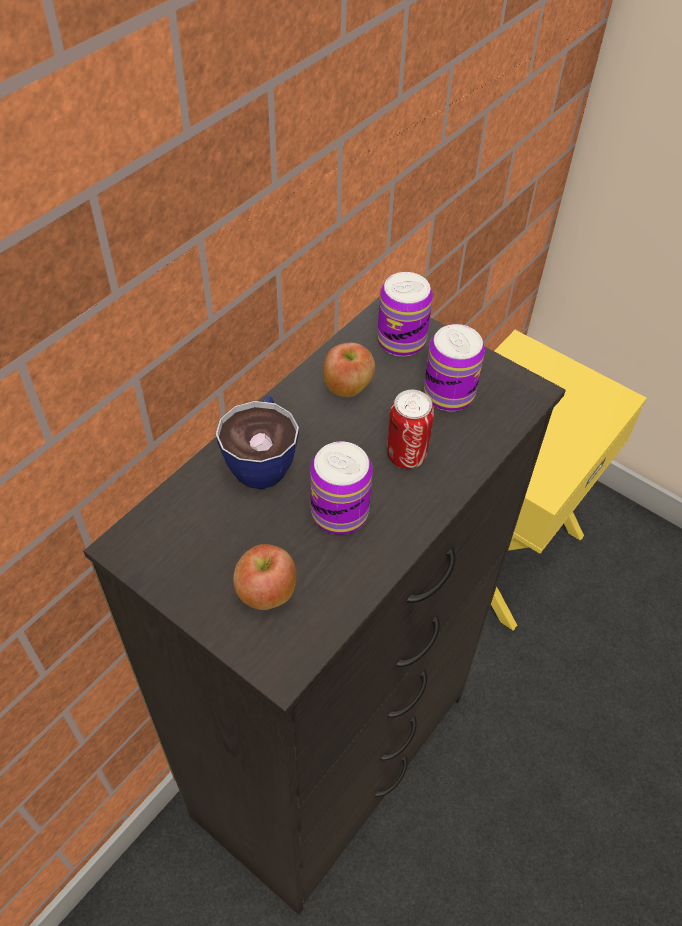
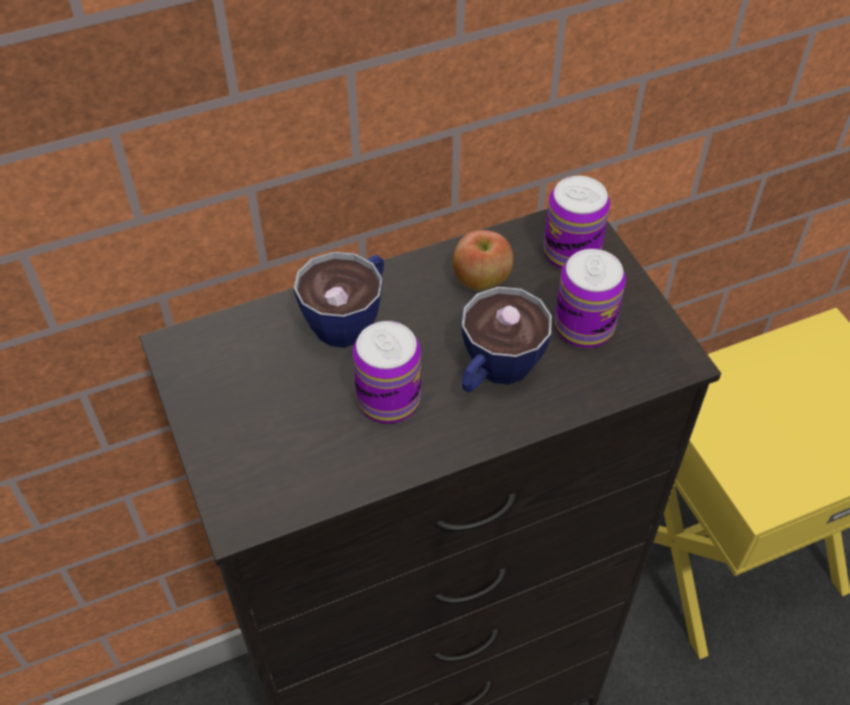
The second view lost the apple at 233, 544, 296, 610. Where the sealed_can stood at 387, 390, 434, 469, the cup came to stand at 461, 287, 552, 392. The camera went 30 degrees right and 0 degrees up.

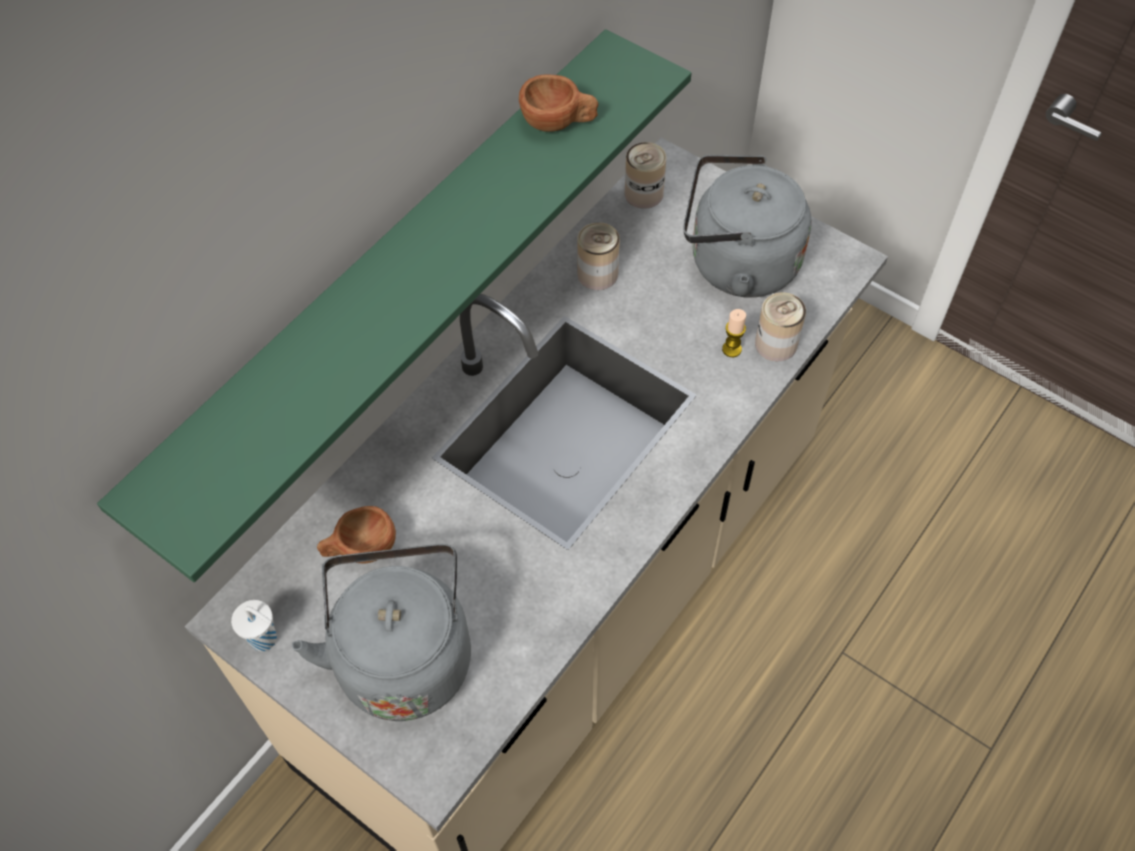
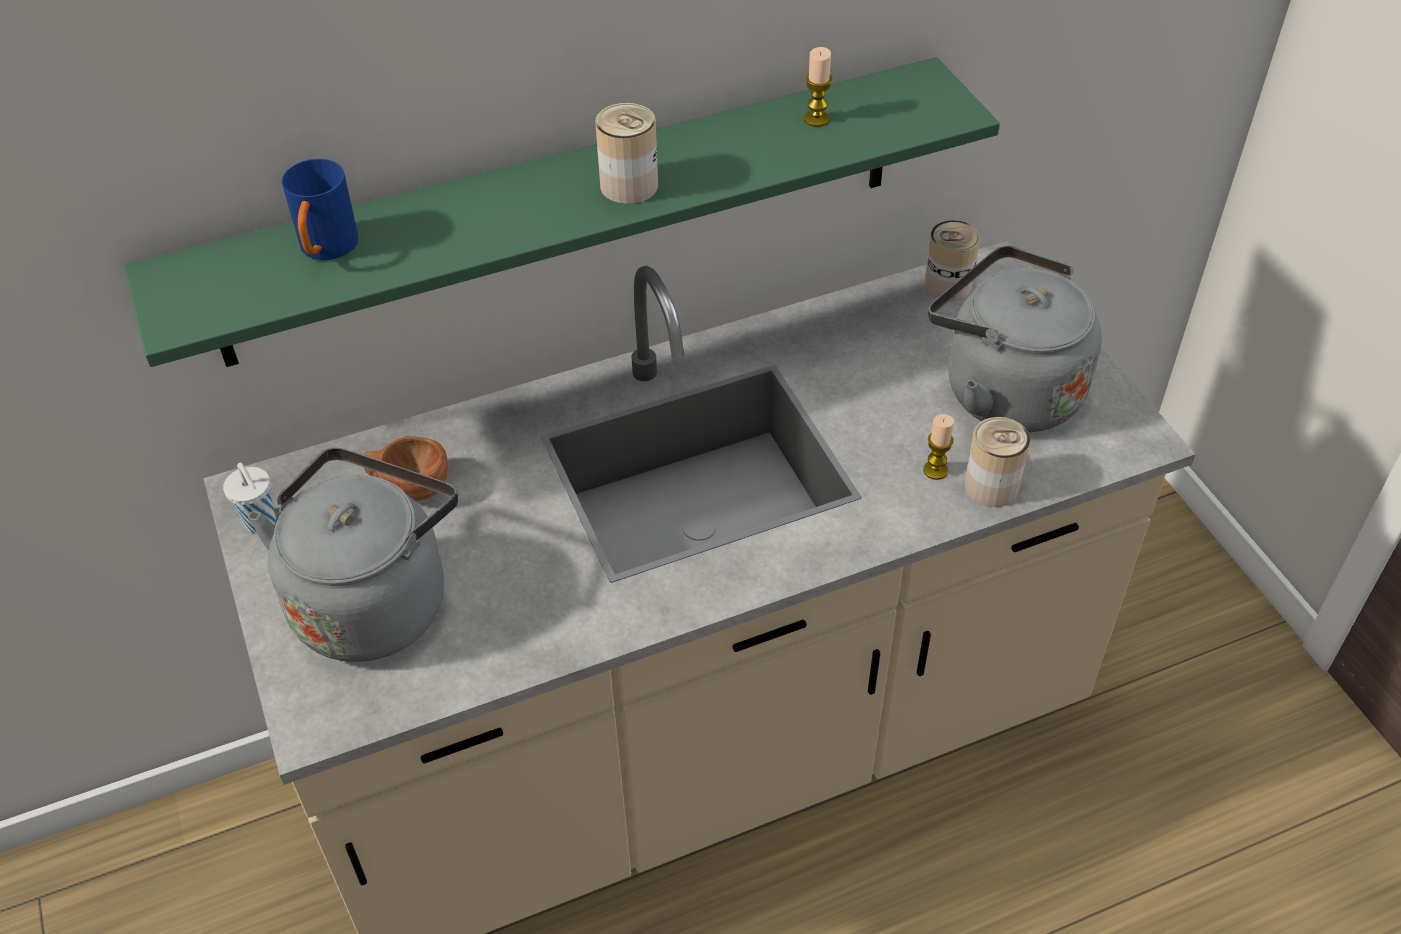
The second view gained the blue_mug at 282, 159, 358, 260. The sealed_can ended up elsewhere, having gone from 577, 222, 620, 290 to 595, 103, 658, 204. Where the brown-coloured_cup stood at 519, 74, 598, 132, the candle came to stand at 804, 47, 832, 127. The camera went 30 degrees right and 10 degrees down.

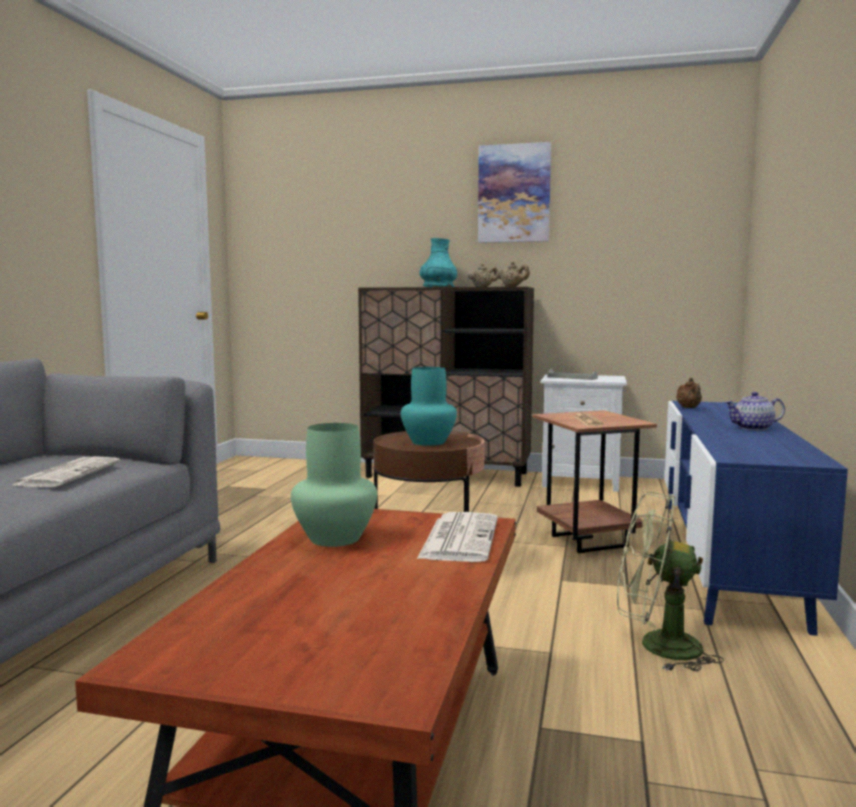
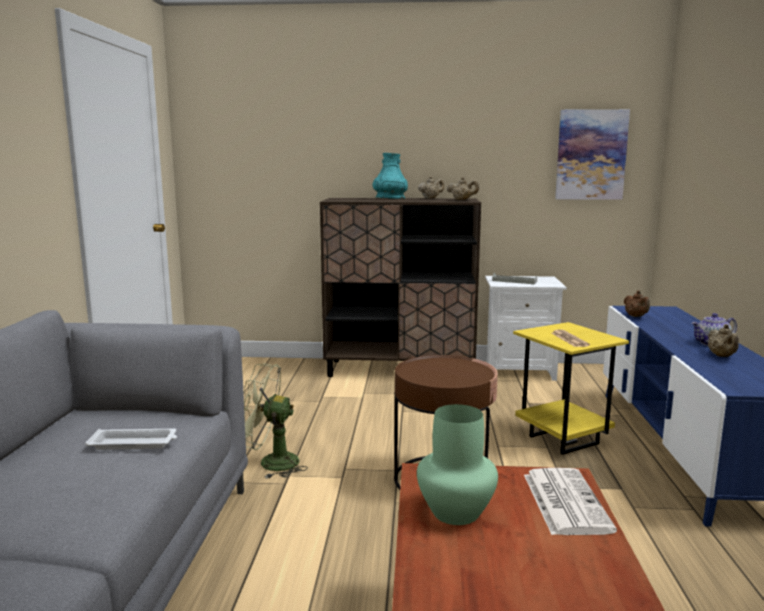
The second view lost the blue-green_flower_vase at 401, 367, 457, 446. The second view gained the beige-coloured_pot_for_tea at 708, 324, 739, 357. The wall_art ended up elsewhere, having gone from 478, 142, 551, 243 to 555, 109, 630, 200. The green_electric_fan ended up elsewhere, having gone from 617, 492, 724, 671 to 244, 363, 308, 479. Where the daily_paper stood at 13, 456, 120, 487, the white-coloured_tray came to stand at 85, 429, 177, 449. What was the brown-coloured_accent_table at 533, 410, 657, 553 turned into the yellowish_accent_table at 513, 322, 629, 455. The camera went 10 degrees left and 5 degrees up.

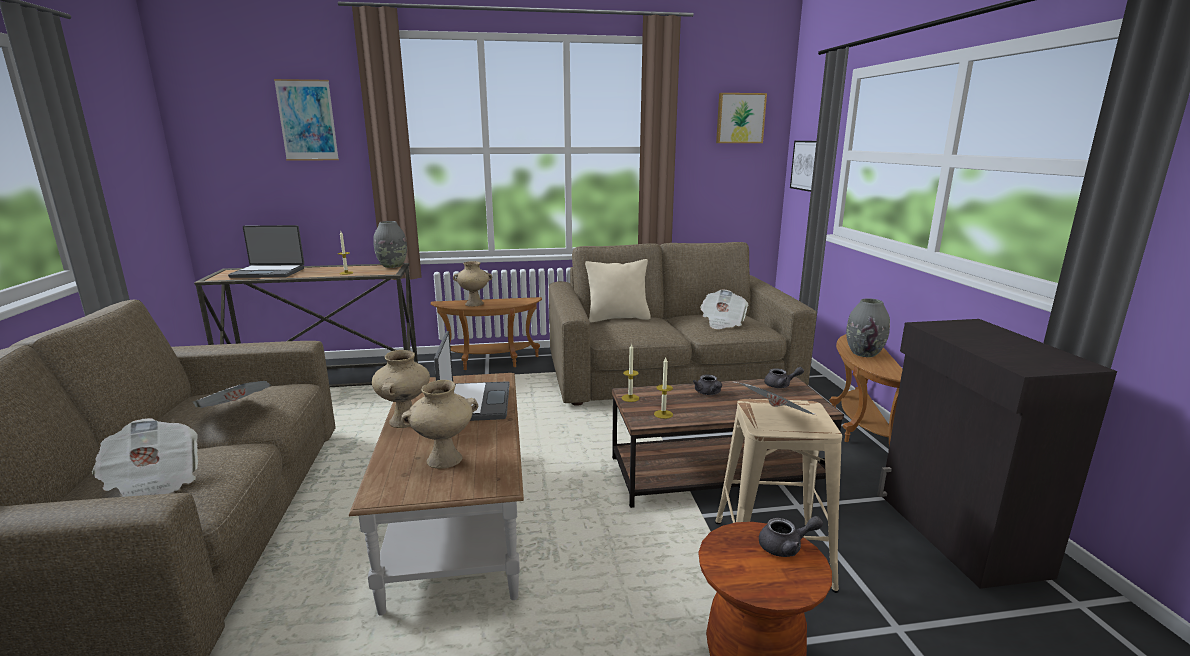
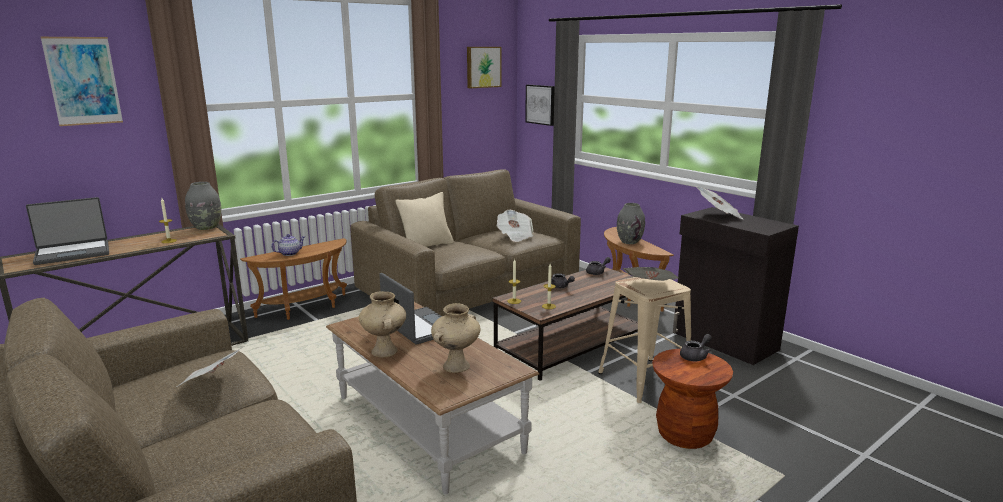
The daily_paper ended up elsewhere, having gone from 92, 418, 198, 497 to 695, 186, 743, 219. Where the beige-coloured_flower_vase stood at 453, 261, 492, 306, the pot_for_tea came to stand at 271, 234, 305, 256. The camera went 30 degrees left and 0 degrees up.

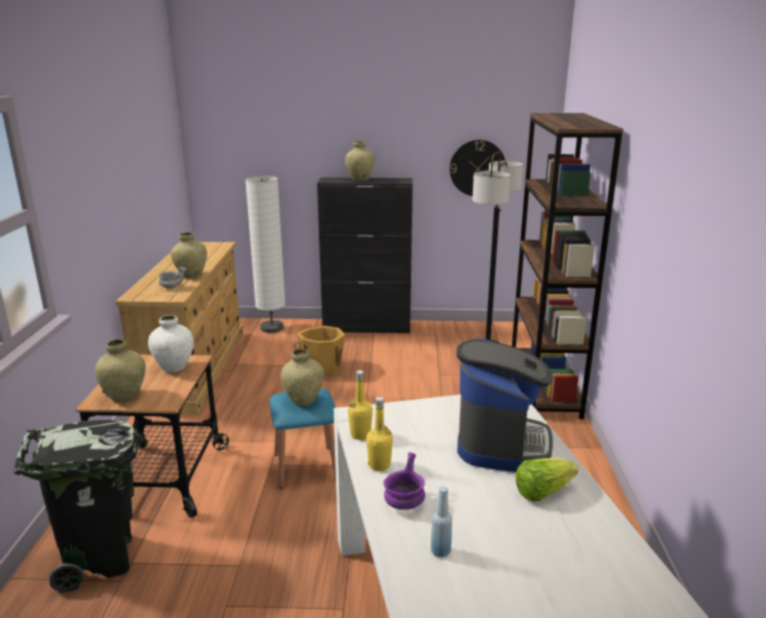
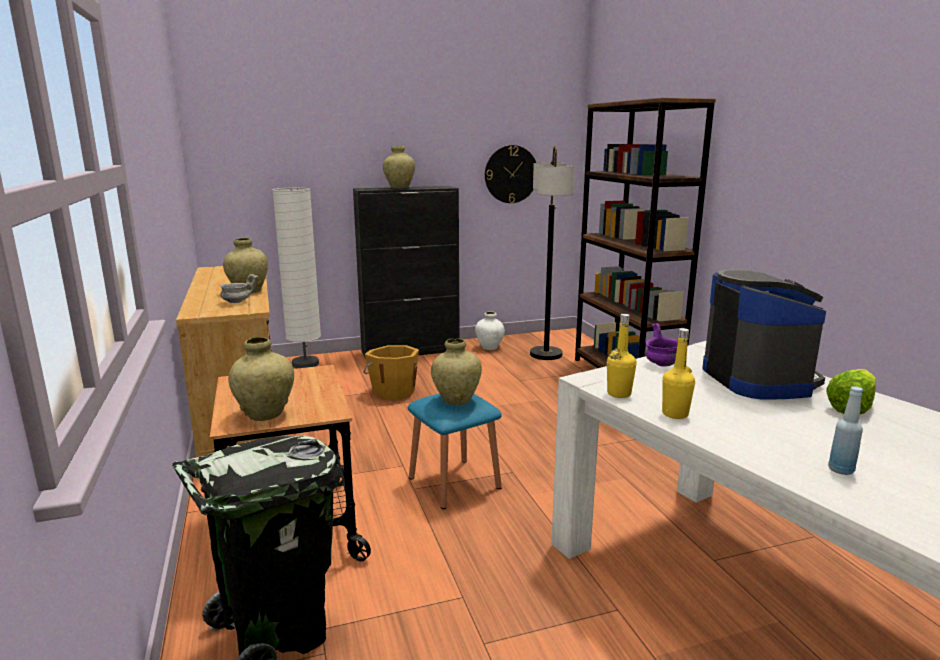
The white-coloured_flower_vase ended up elsewhere, having gone from 148, 315, 194, 372 to 475, 312, 505, 350. The purplish_deep_dish ended up elsewhere, having gone from 383, 452, 425, 510 to 646, 323, 678, 367. The camera went 20 degrees left and 5 degrees down.

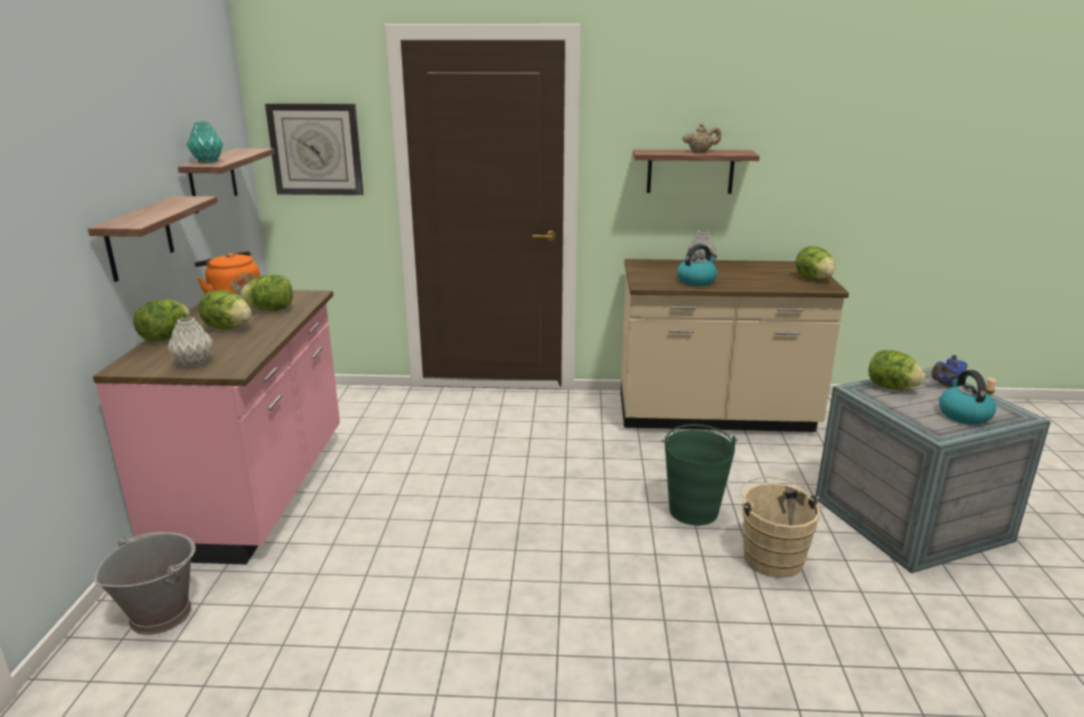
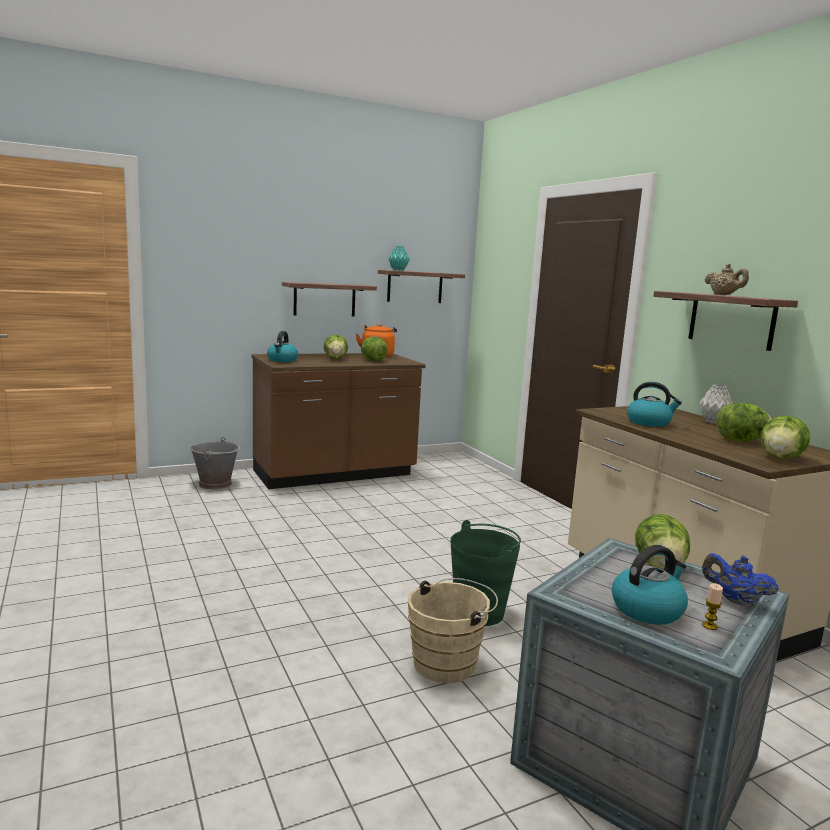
The second view lost the clock_on_the_wall at 265, 103, 364, 195. The lettuce ended up elsewhere, having gone from 133, 299, 190, 342 to 716, 403, 772, 442. Where the greyish_flower_vase stood at 168, 317, 213, 368, the kettle came to stand at 267, 331, 298, 362. What was the pinkish_counter at 93, 290, 340, 565 turned into the brown-coloured_counter at 252, 353, 426, 489. The camera went 60 degrees right and 10 degrees down.

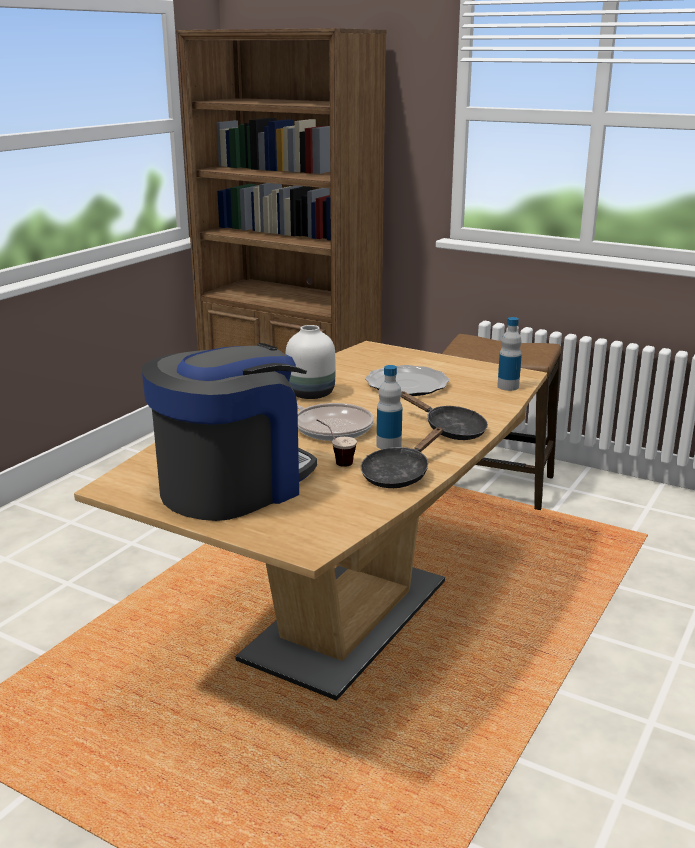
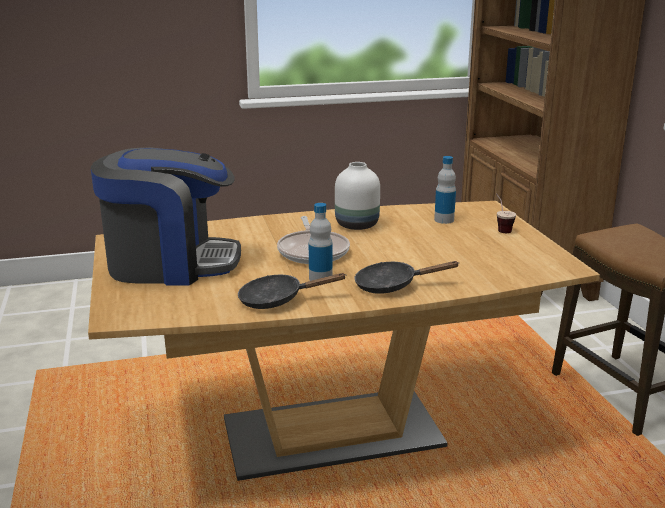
The second view lost the dinner_plate at 365, 365, 450, 396. The cup ended up elsewhere, having gone from 316, 419, 357, 467 to 496, 193, 516, 233. The beverage_bottle ended up elsewhere, having gone from 497, 317, 522, 391 to 434, 156, 456, 224. The blackish_frying_pan at 401, 391, 488, 440 ended up facing another way, 90 degrees clockwise from before. The camera went 45 degrees right and 0 degrees up.

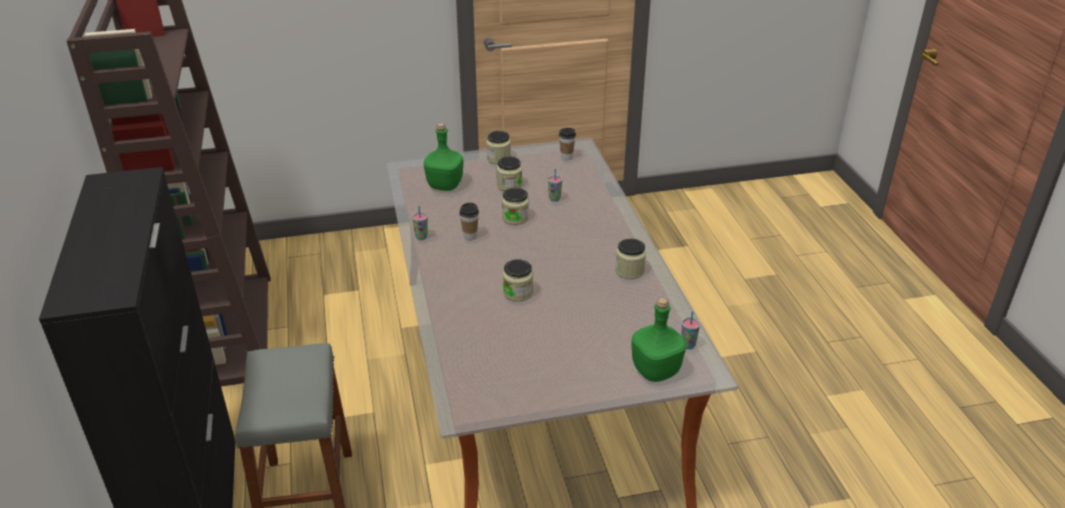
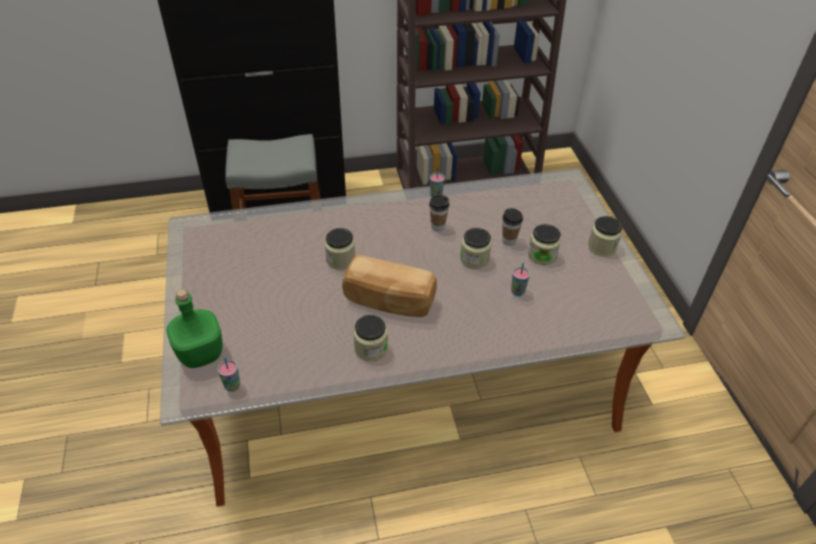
The second view lost the green_beverage_bottle at 424, 123, 464, 191. The second view gained the bread at 342, 255, 437, 317. The cup ended up elsewhere, having gone from 559, 128, 576, 160 to 502, 208, 523, 246. The camera went 90 degrees right and 10 degrees up.

